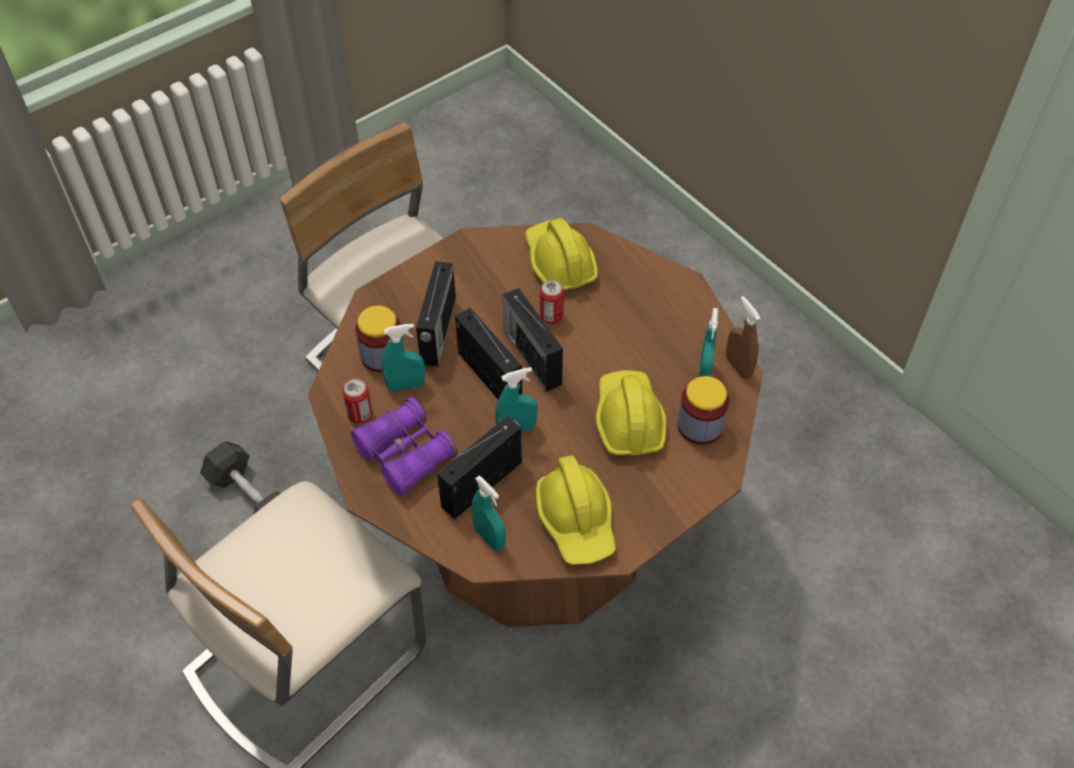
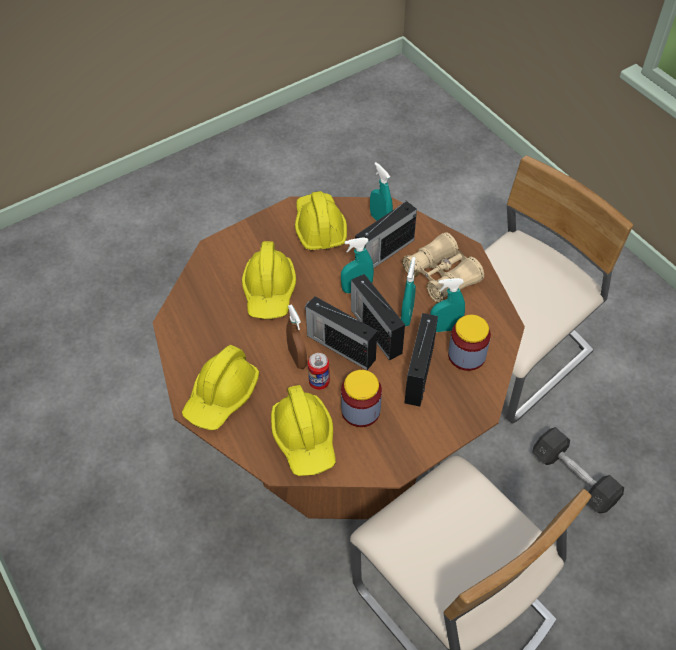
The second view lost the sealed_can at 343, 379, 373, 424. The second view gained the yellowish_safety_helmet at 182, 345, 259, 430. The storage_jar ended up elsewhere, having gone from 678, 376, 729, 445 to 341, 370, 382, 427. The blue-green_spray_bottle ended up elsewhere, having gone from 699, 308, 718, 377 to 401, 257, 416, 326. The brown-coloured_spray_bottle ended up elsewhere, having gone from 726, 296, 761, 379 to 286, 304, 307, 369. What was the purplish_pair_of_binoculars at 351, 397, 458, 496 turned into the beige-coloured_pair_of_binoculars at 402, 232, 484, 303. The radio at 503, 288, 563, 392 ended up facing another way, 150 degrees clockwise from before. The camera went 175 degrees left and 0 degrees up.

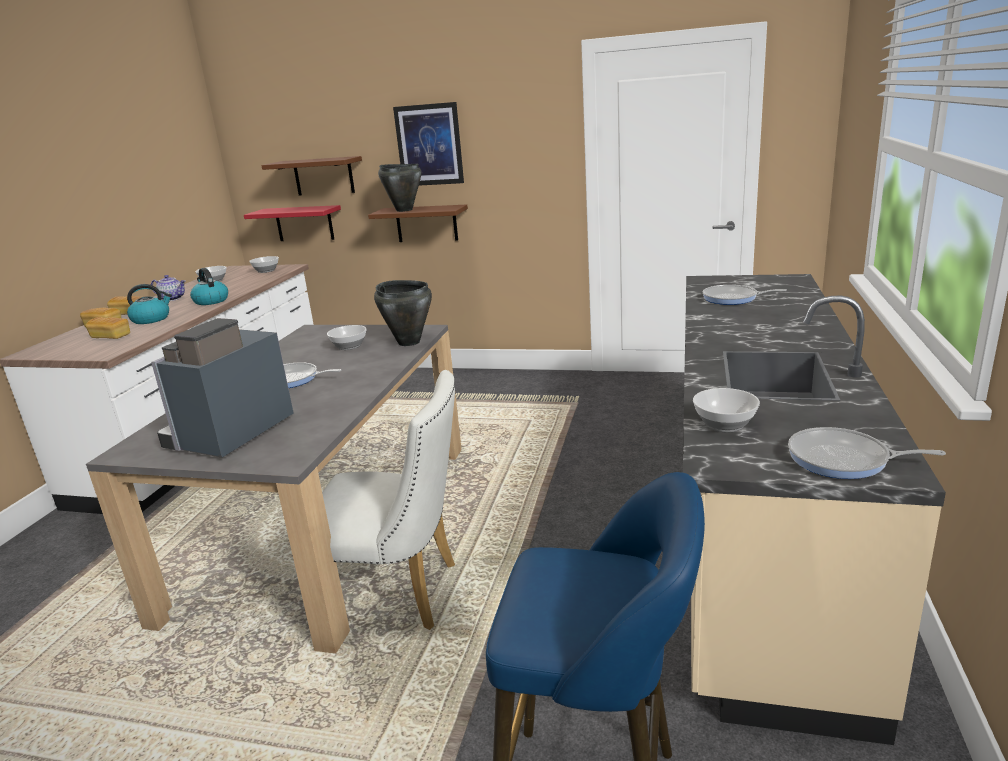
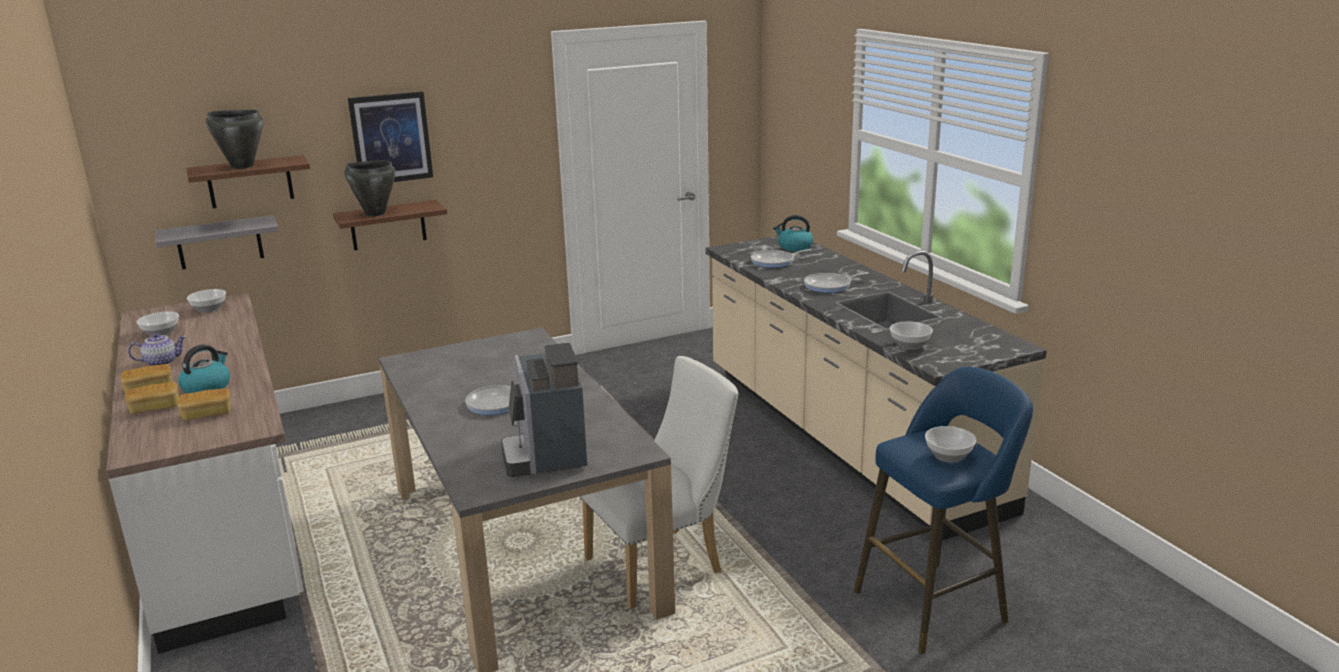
The kettle ended up elsewhere, having gone from 190, 268, 228, 305 to 773, 215, 813, 251. The deep_dish ended up elsewhere, having gone from 327, 325, 367, 350 to 925, 426, 976, 463. The blackish_stockpot ended up elsewhere, having gone from 374, 280, 432, 346 to 206, 110, 263, 169. The frying_pan ended up elsewhere, having gone from 788, 427, 946, 479 to 804, 272, 869, 293. What was the red-coloured_bracket_shelf at 244, 205, 341, 241 turned into the greyish_bracket_shelf at 155, 215, 279, 270. The camera went 40 degrees left and 0 degrees up.

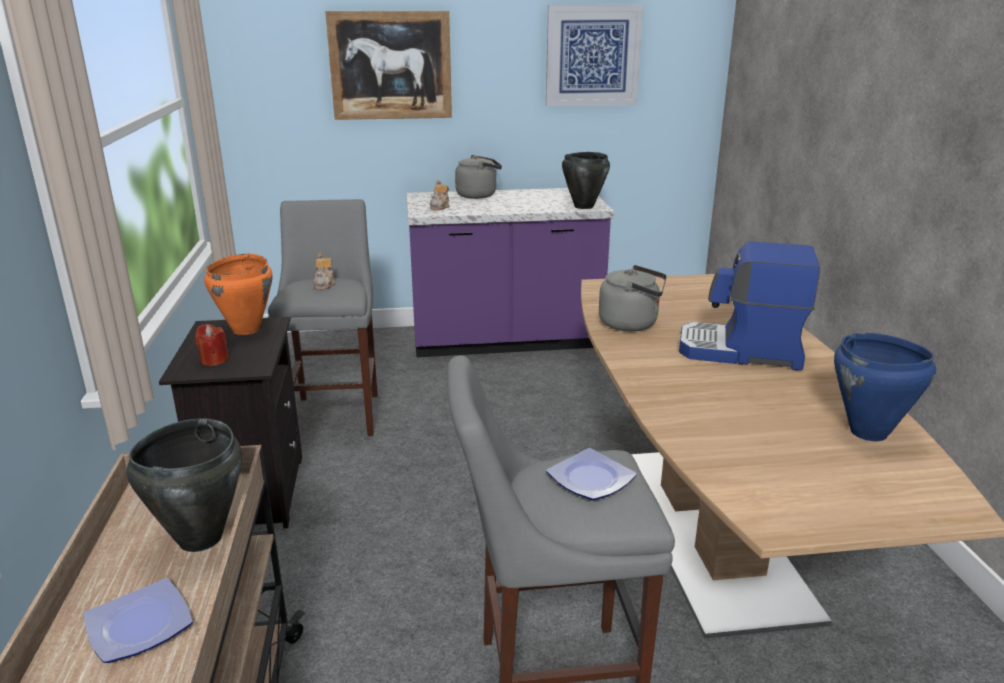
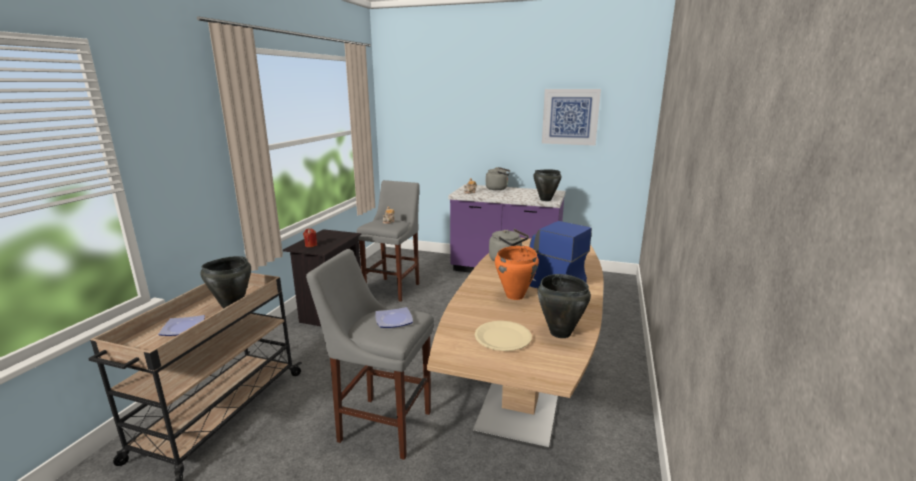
The second view lost the wall_art at 325, 11, 452, 120. The second view gained the beige-coloured_dinner_plate at 475, 321, 532, 351. The orange_stockpot ended up elsewhere, having gone from 204, 254, 273, 335 to 495, 245, 539, 300. What was the blue_stockpot at 834, 333, 936, 441 turned into the blackish_stockpot at 538, 274, 591, 338. The camera went 25 degrees right and 5 degrees down.

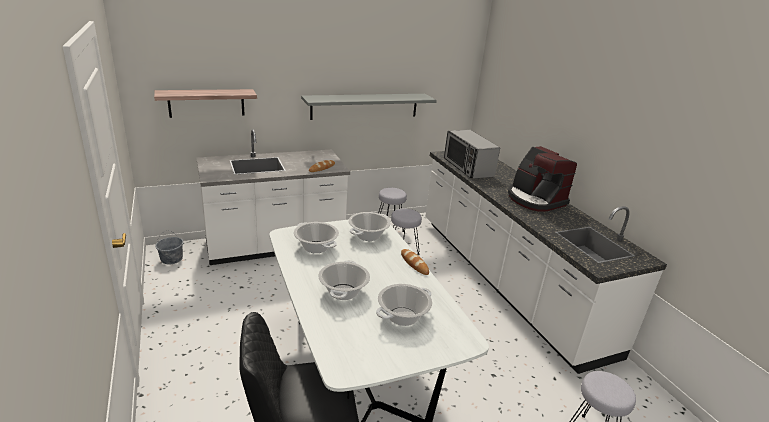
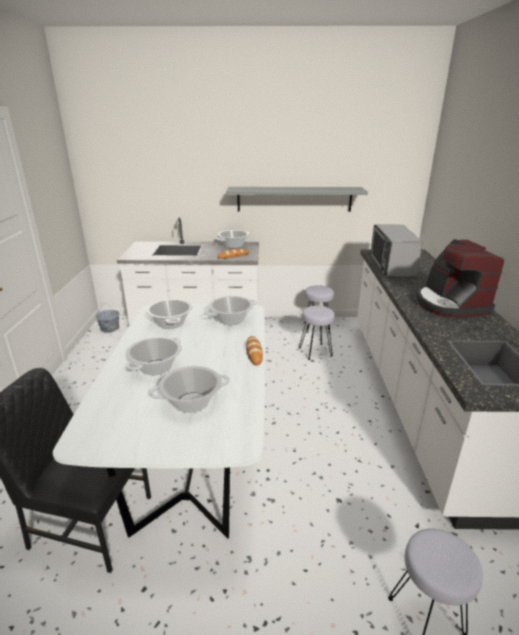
The second view lost the bracket_shelf at 154, 89, 257, 118. The second view gained the stockpot at 216, 230, 250, 248. The camera went 25 degrees right and 0 degrees up.

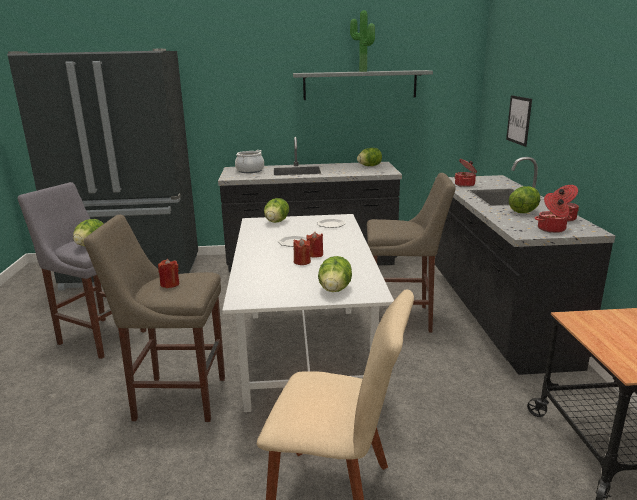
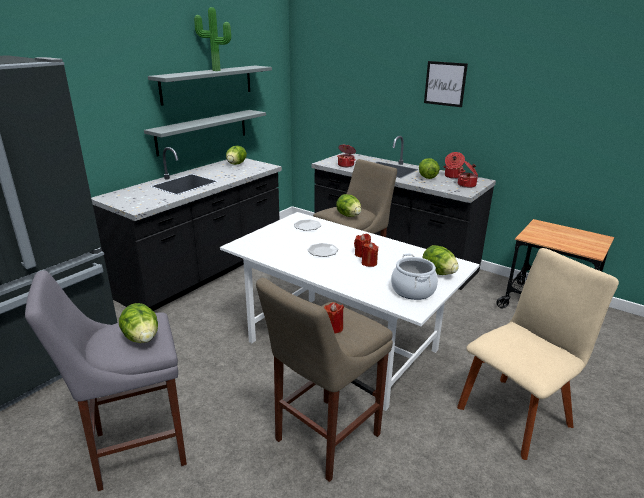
The second view gained the greyish_bracket_shelf at 144, 110, 266, 157. The stockpot ended up elsewhere, having gone from 235, 150, 264, 173 to 391, 254, 438, 300. The lettuce ended up elsewhere, having gone from 264, 198, 289, 223 to 336, 194, 361, 217. The wall_art ended up elsewhere, having gone from 506, 95, 532, 147 to 424, 61, 468, 107. The camera went 50 degrees left and 5 degrees up.

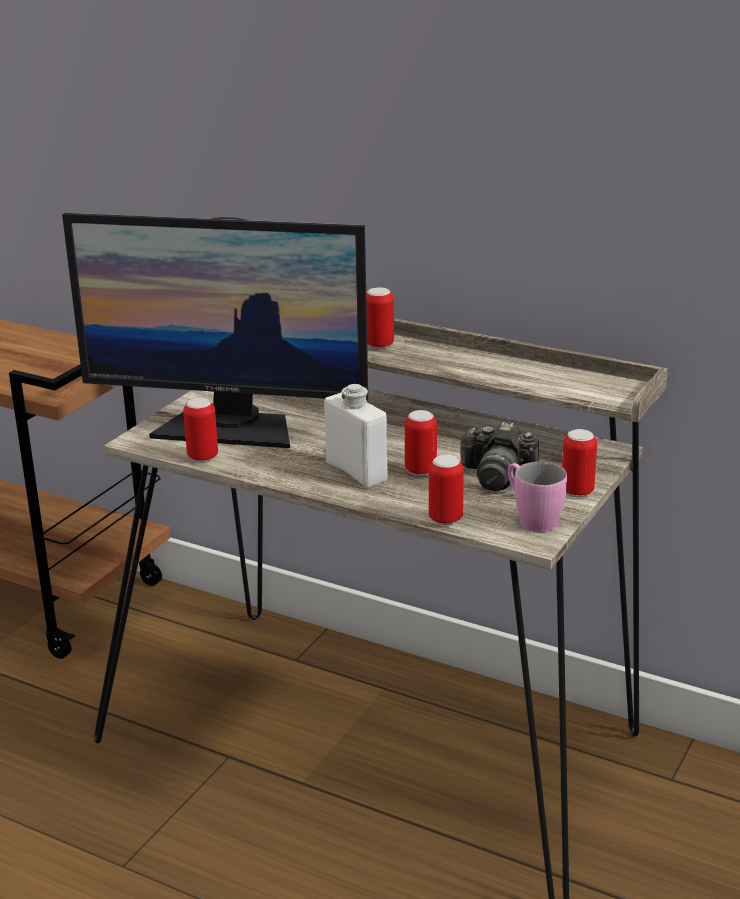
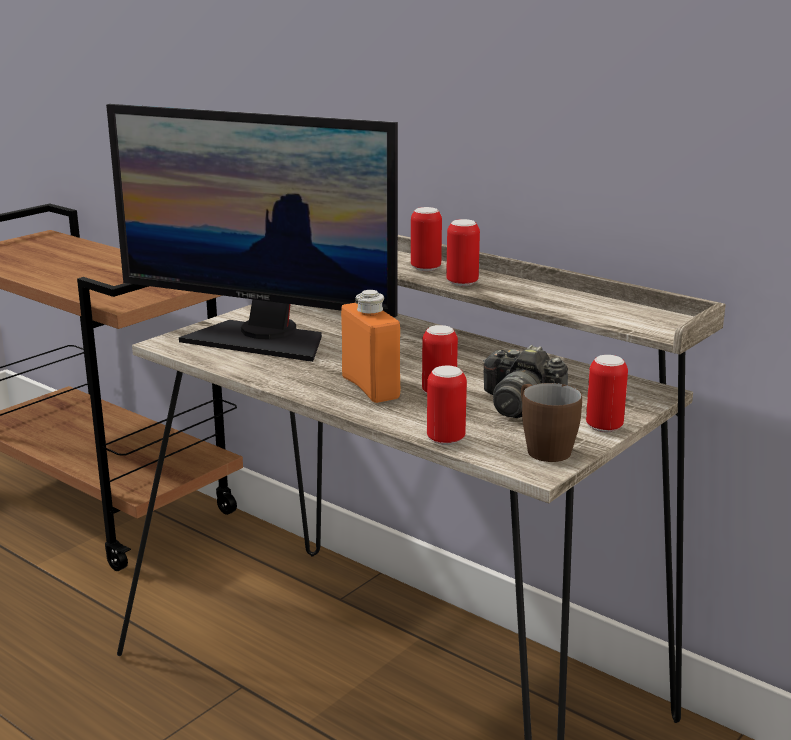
The sealed_can ended up elsewhere, having gone from 183, 398, 218, 462 to 446, 219, 480, 286. What was the white-coloured_beverage_bottle at 324, 384, 388, 487 turned into the orange_beverage_bottle at 341, 290, 400, 403. What was the pinkish_mug at 508, 462, 567, 532 turned into the brown-coloured_mug at 521, 383, 582, 462. The camera went 10 degrees right and 5 degrees down.

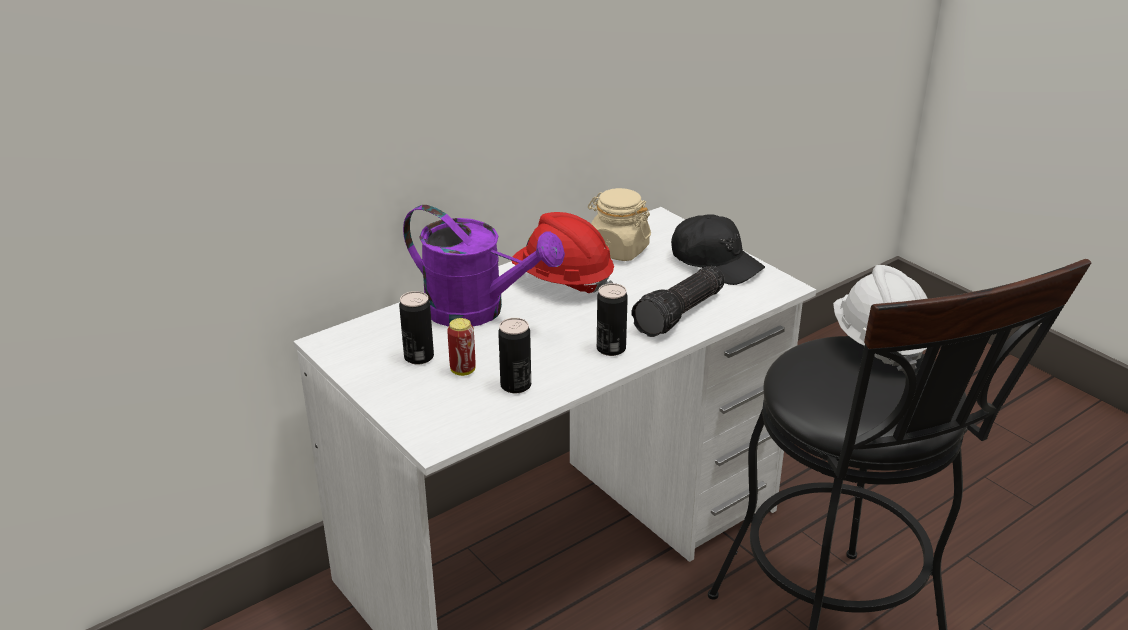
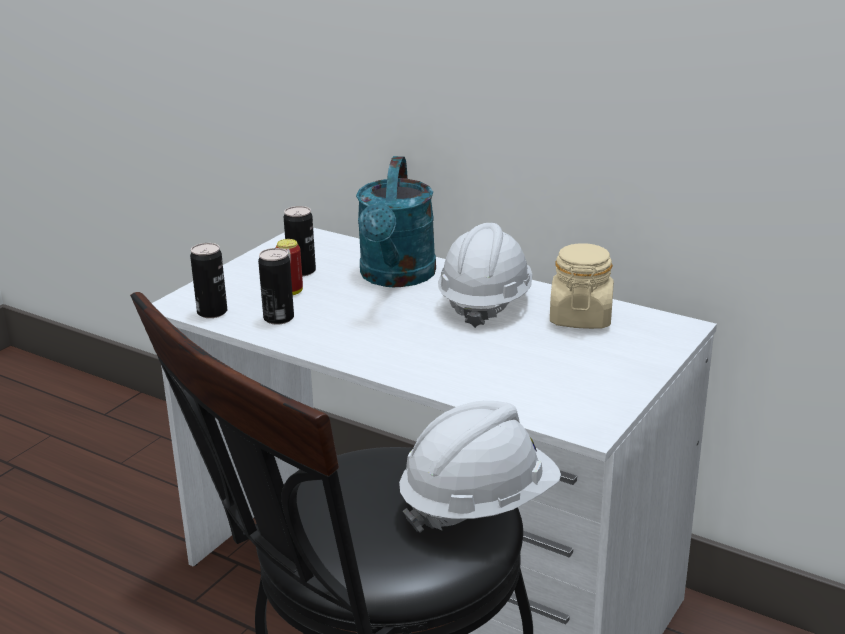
The second view lost the flashlight at 631, 266, 725, 337. The second view lost the blackish_peaked_cap at 671, 214, 765, 285. The sealed_can ended up elsewhere, having gone from 597, 283, 628, 356 to 190, 243, 227, 318. What was the purplish_sprinkling_can at 403, 205, 565, 327 turned into the blue-green_sprinkling_can at 356, 156, 436, 287. What was the red-coloured_safety_helmet at 511, 212, 614, 293 turned into the white-coloured_safety_helmet at 438, 223, 532, 328. The camera went 70 degrees right and 5 degrees down.

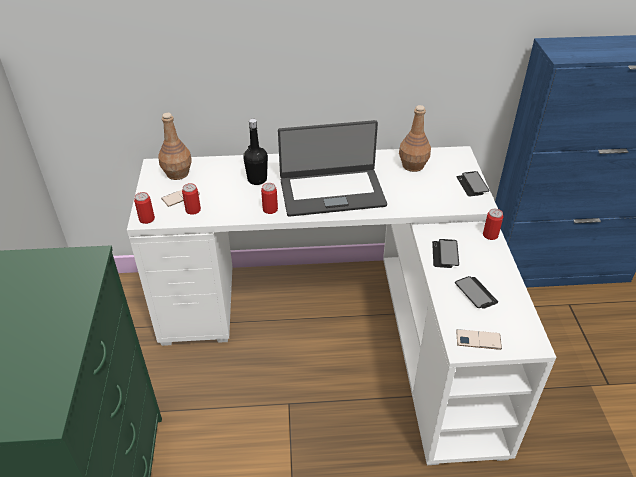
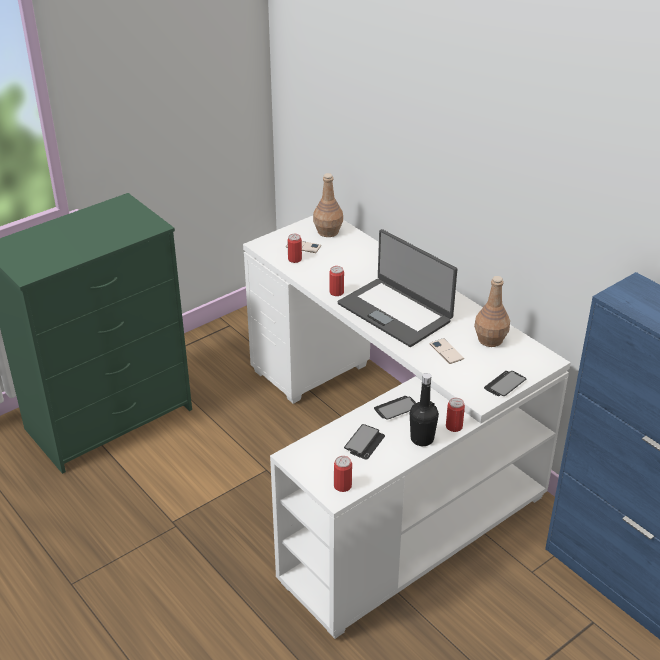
The sealed_can ended up elsewhere, having gone from 134, 192, 155, 224 to 334, 456, 352, 492. The blackish_beverage_bottle ended up elsewhere, having gone from 243, 119, 268, 185 to 410, 373, 439, 446. The handset ended up elsewhere, having gone from 456, 329, 502, 350 to 430, 338, 464, 364. The camera went 55 degrees right and 5 degrees down.

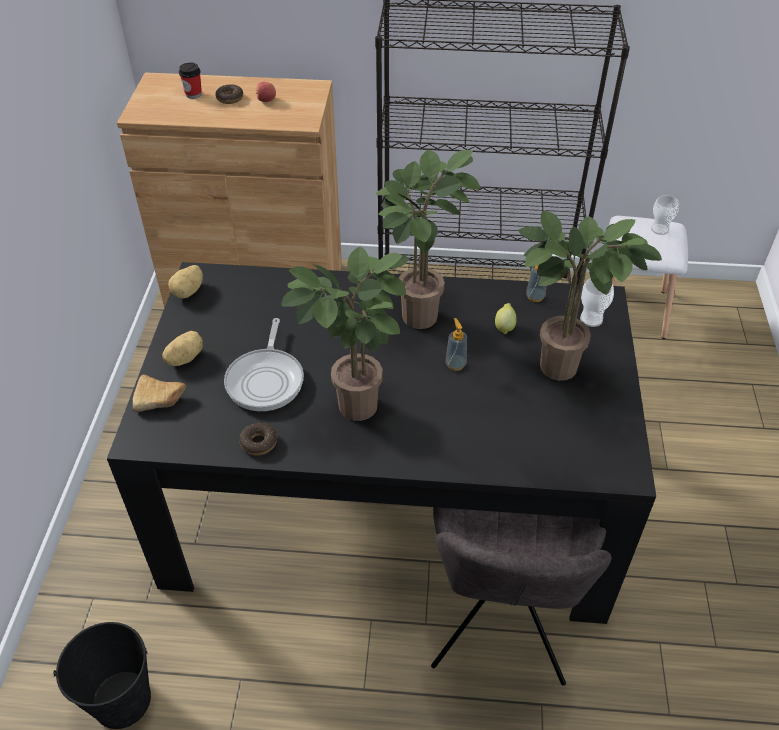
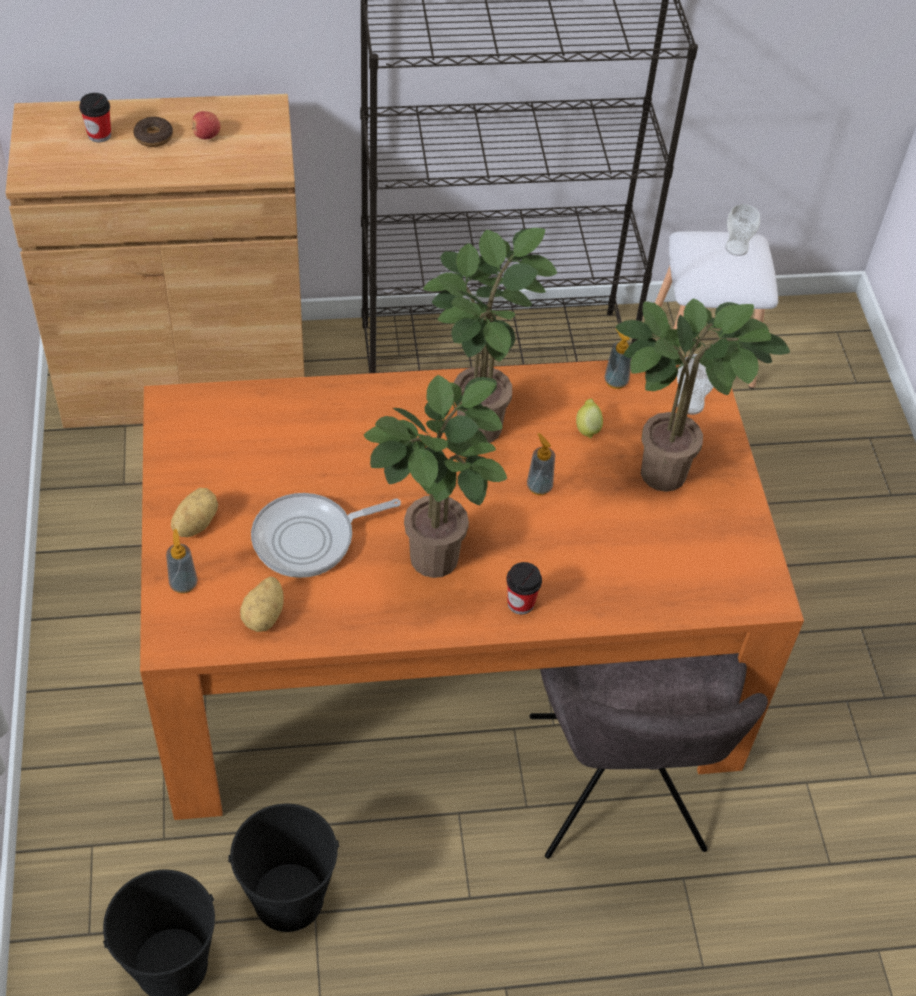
The second view lost the doughnut at 239, 423, 277, 455. The second view gained the blackish_pail at 228, 804, 339, 932. The second view gained the cup at 506, 562, 542, 614. The spud ended up elsewhere, having gone from 168, 265, 203, 298 to 240, 577, 284, 632. Where the bread stood at 132, 375, 186, 412, the soap_bottle came to stand at 166, 529, 198, 594. What was the blackish_kitchen_table at 107, 262, 656, 624 turned into the orange_kitchen_table at 140, 356, 804, 820. The frying_pan at 224, 318, 304, 411 ended up facing another way, 75 degrees clockwise from before. The camera went 15 degrees left and 5 degrees up.

